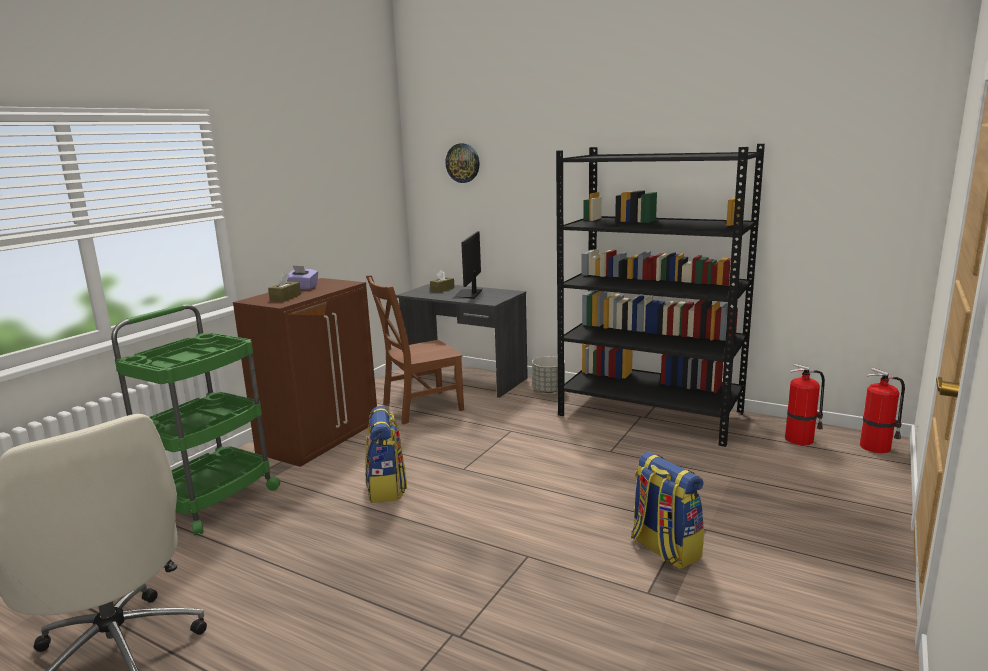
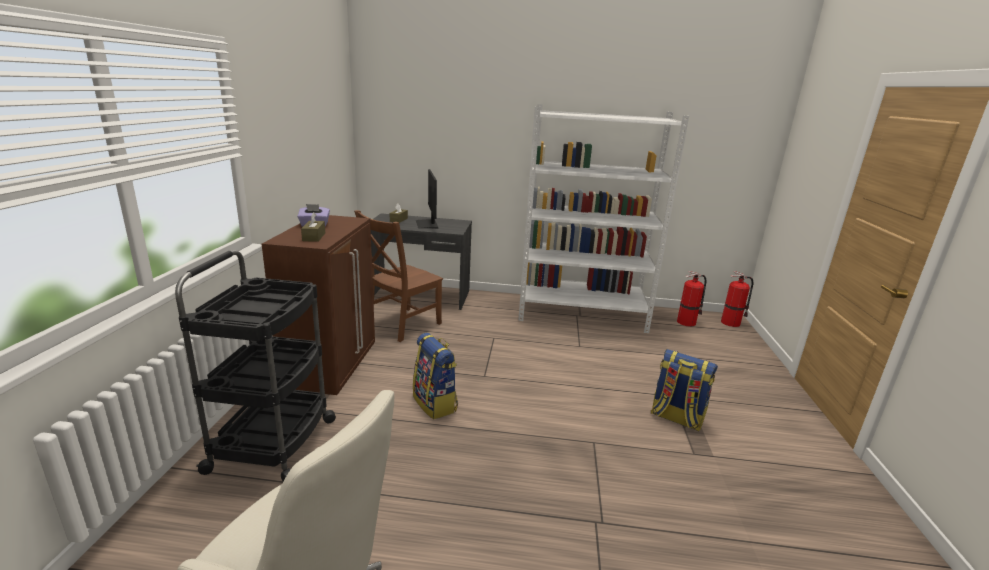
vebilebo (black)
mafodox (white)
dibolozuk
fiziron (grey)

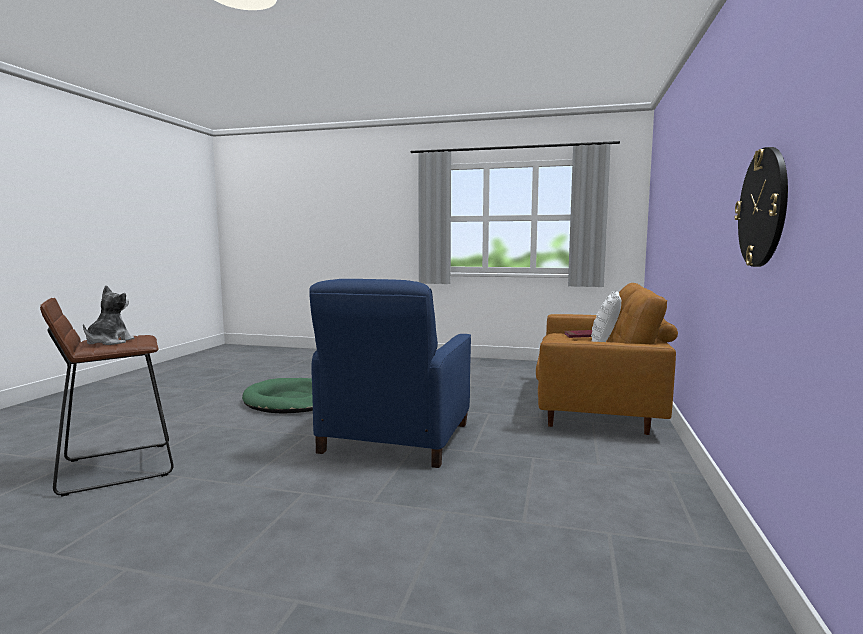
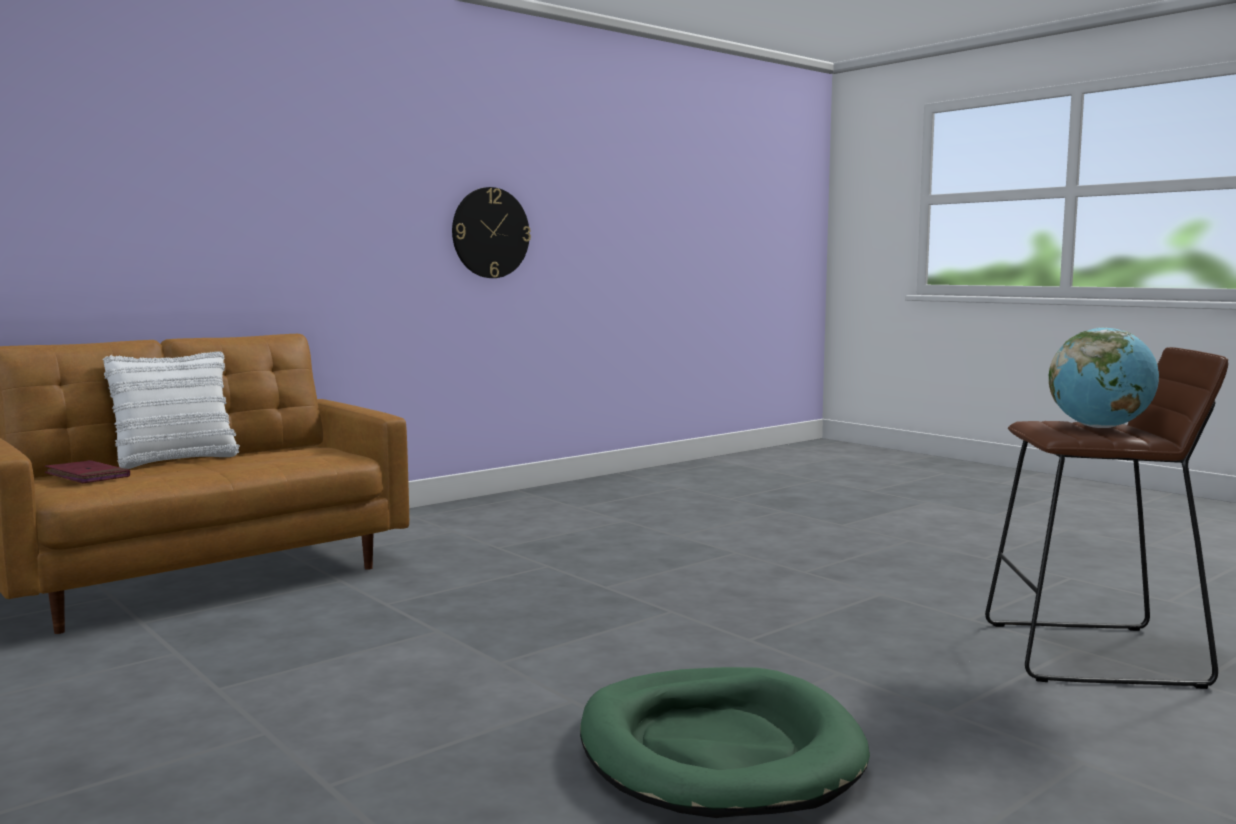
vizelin
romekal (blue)

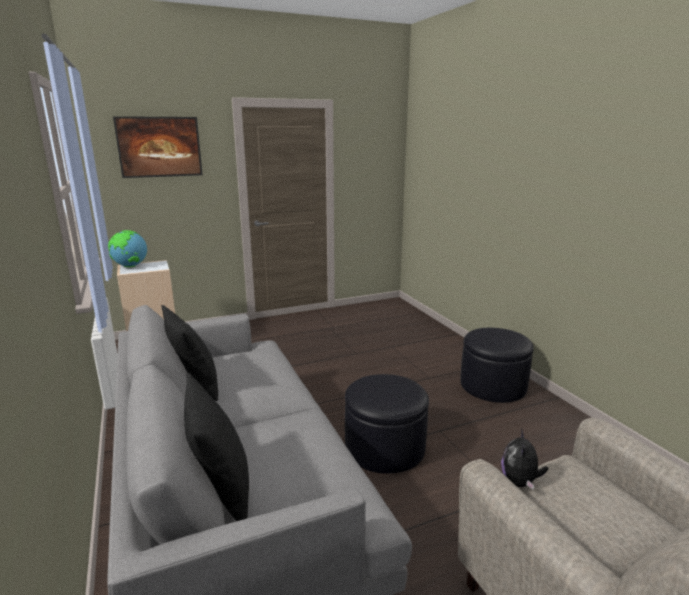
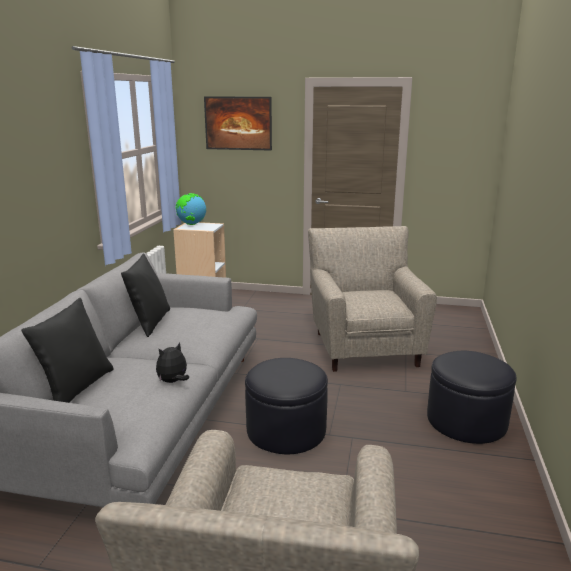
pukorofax
romekal (beige) (2nd from left)

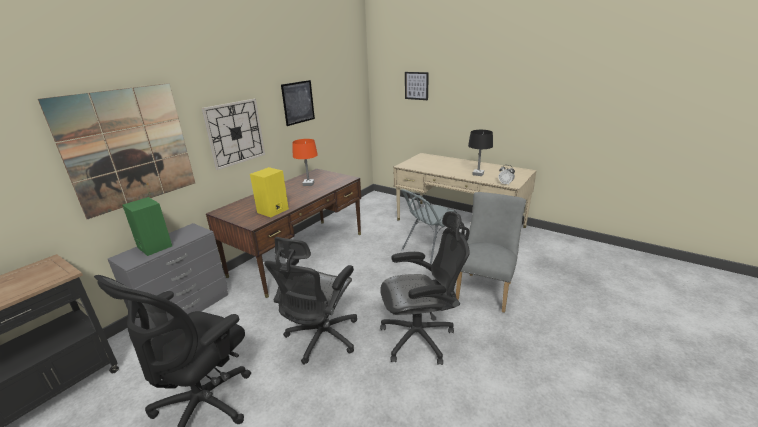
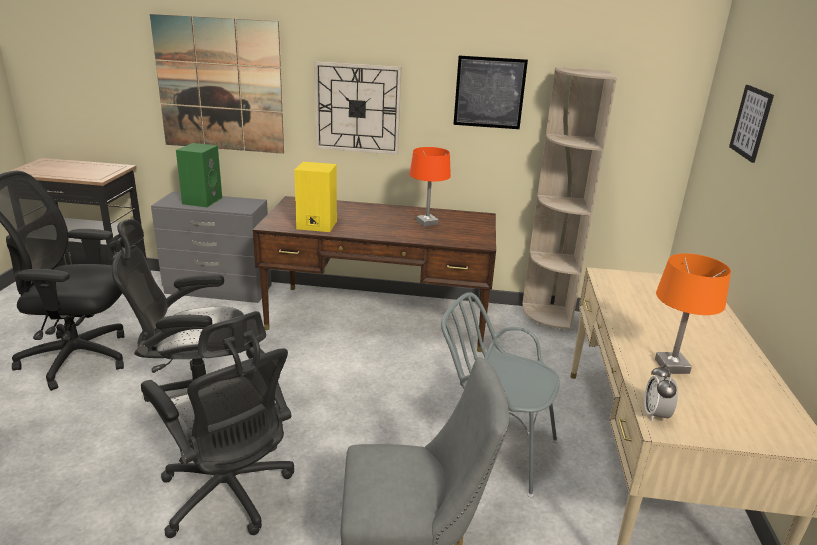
mafodox (beige)
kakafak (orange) (2nd from left)

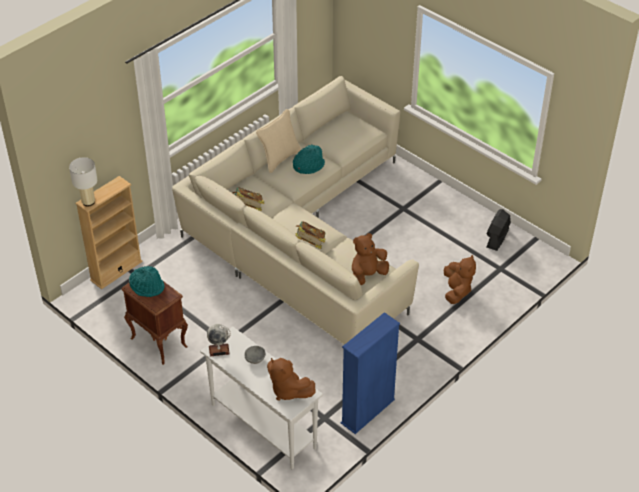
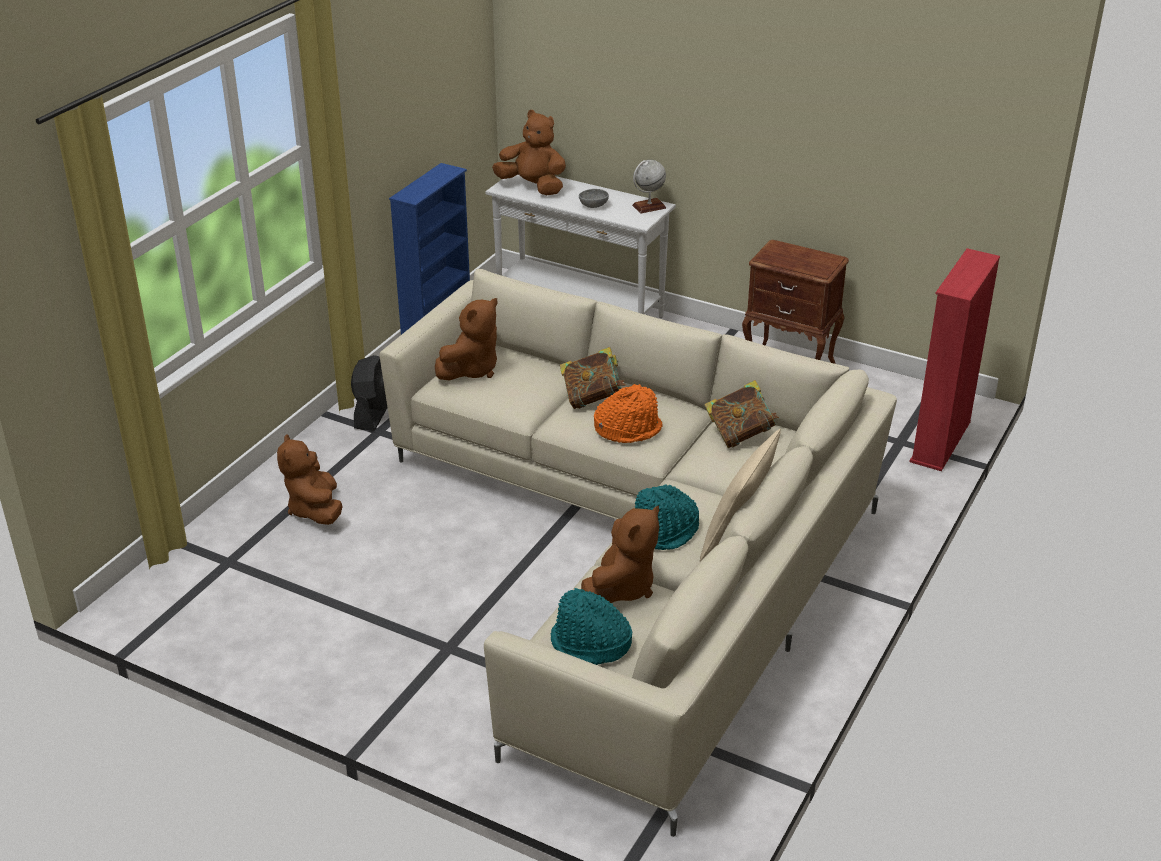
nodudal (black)
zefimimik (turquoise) (1st from left)
pukorofax (brown) (4th from left)
zefimimik (orange)
mafodox (red)
kakafak (white)

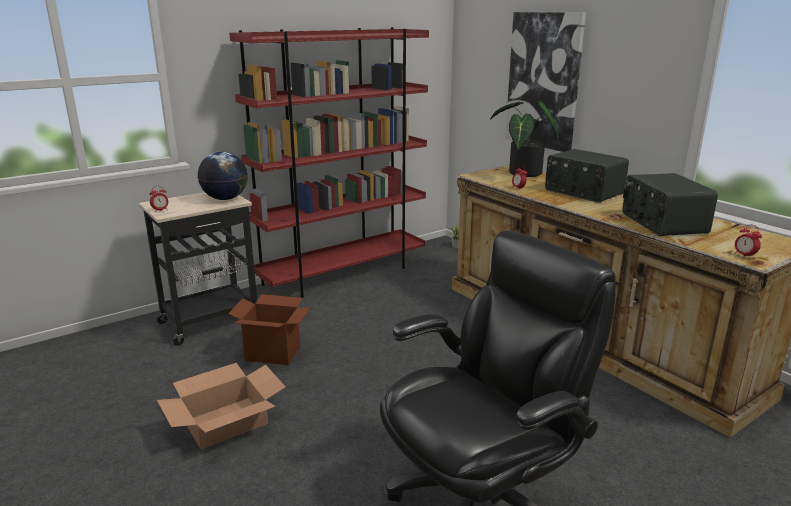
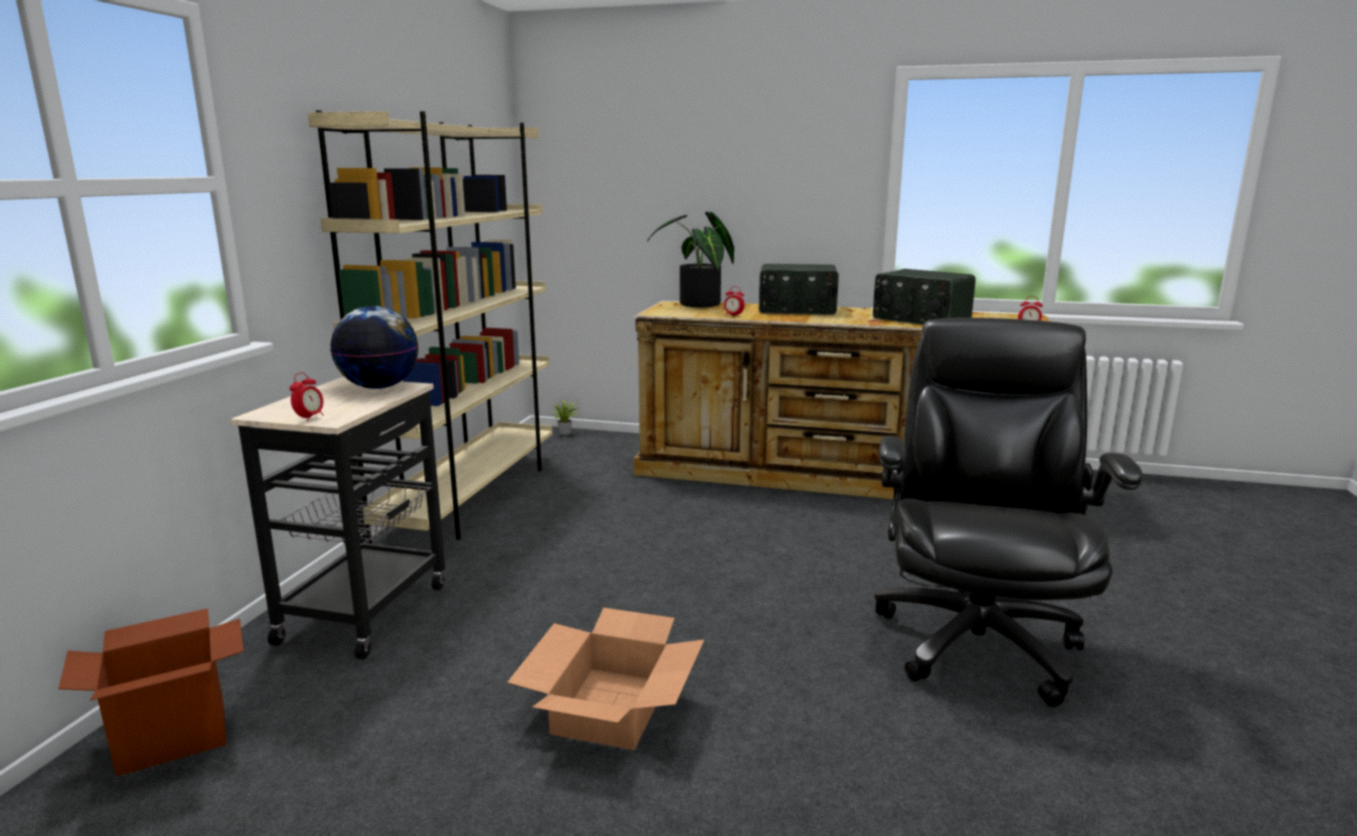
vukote (1st from left)
mafodox (beige)
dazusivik

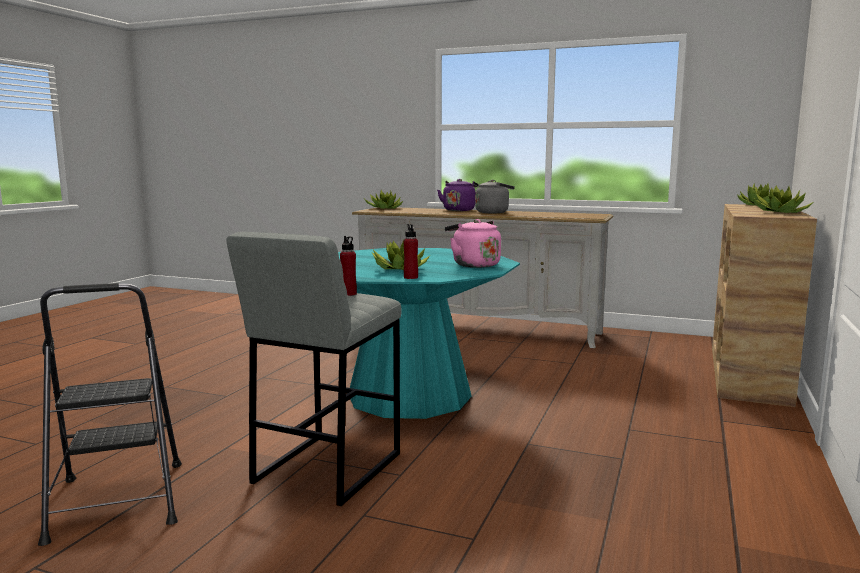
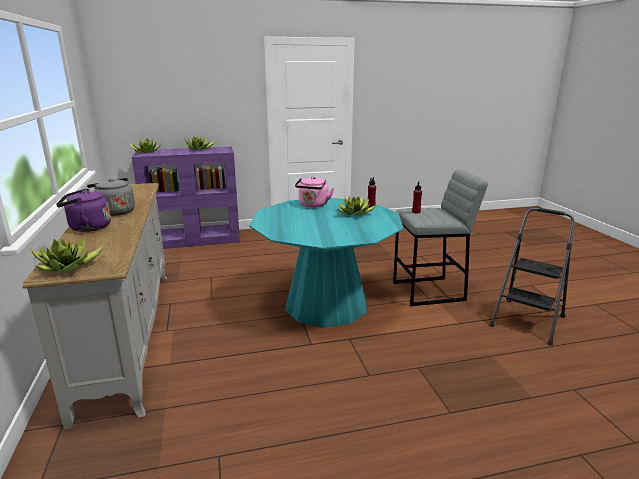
mafodox (purple)

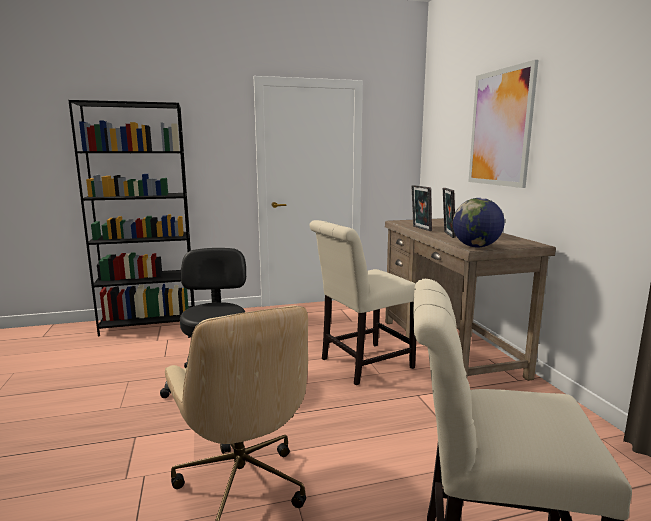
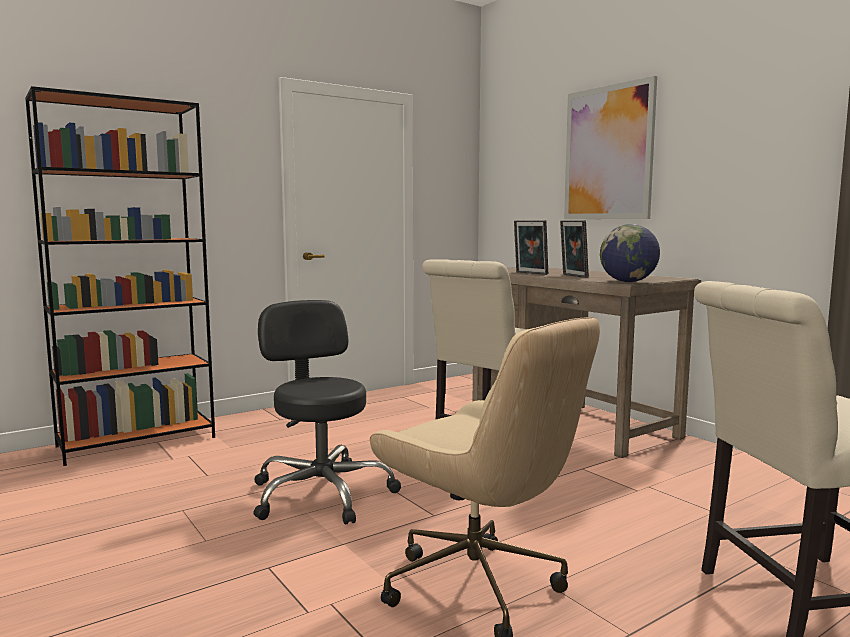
mafodox (orange)

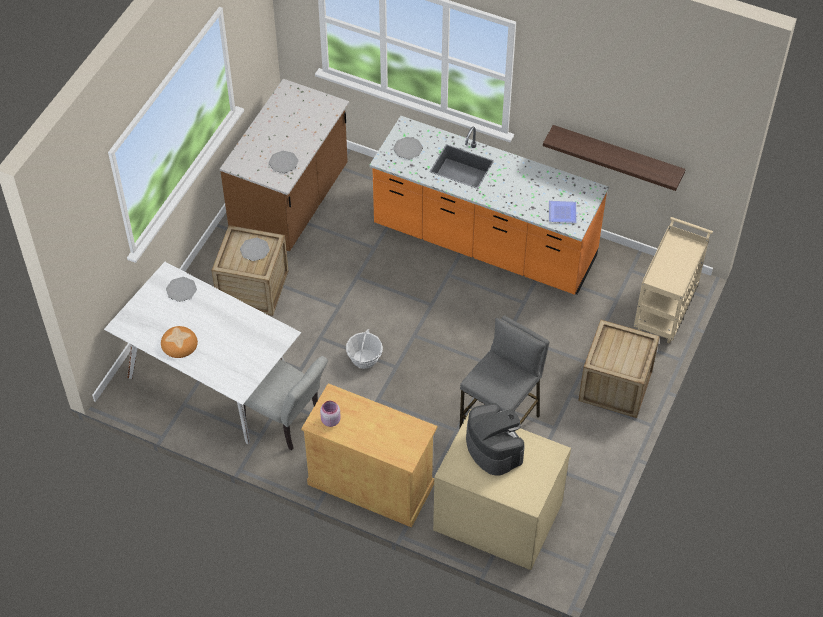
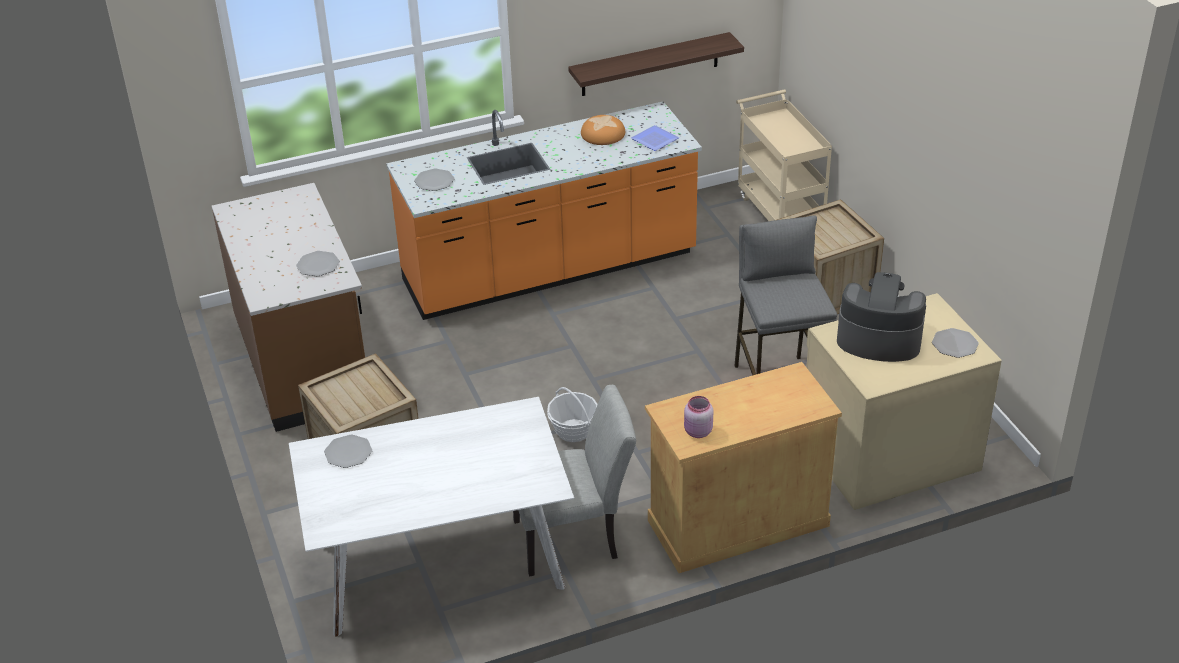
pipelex
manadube (5th from left)

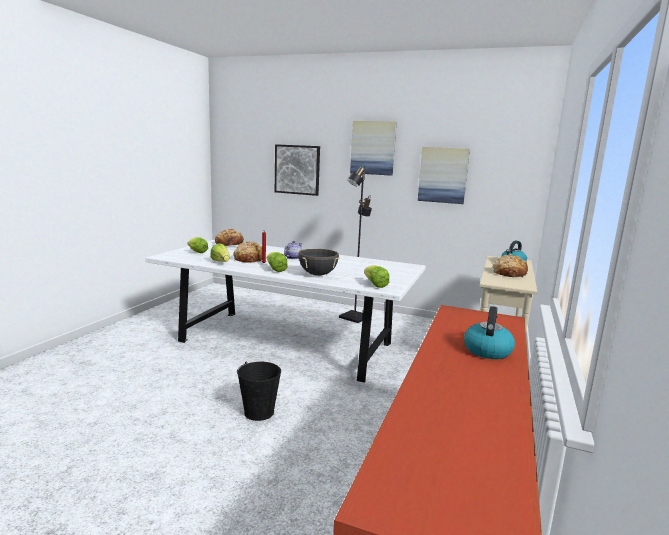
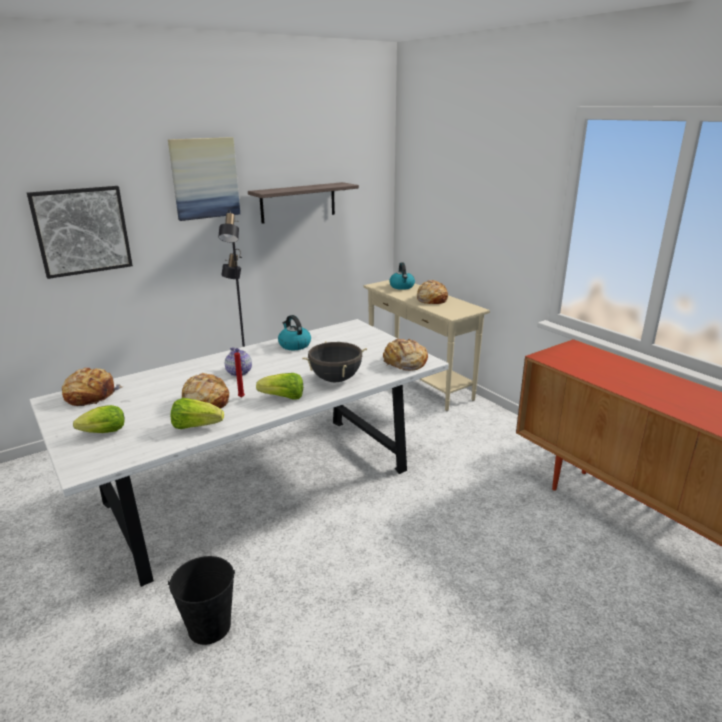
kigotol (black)
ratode
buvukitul (1st from left)
pipelex (3rd from left)

